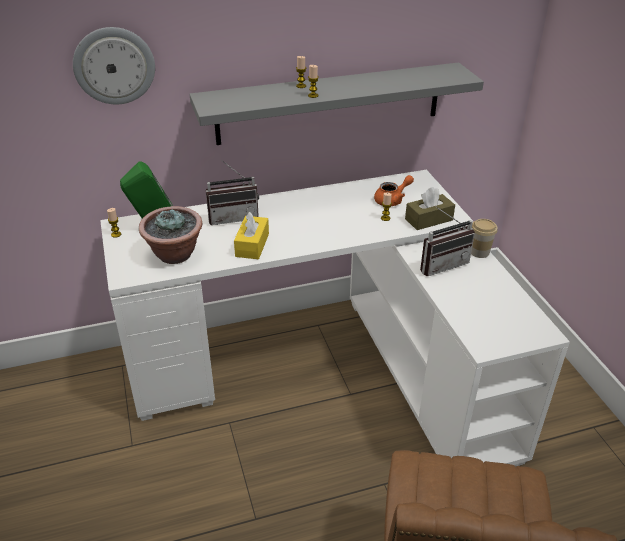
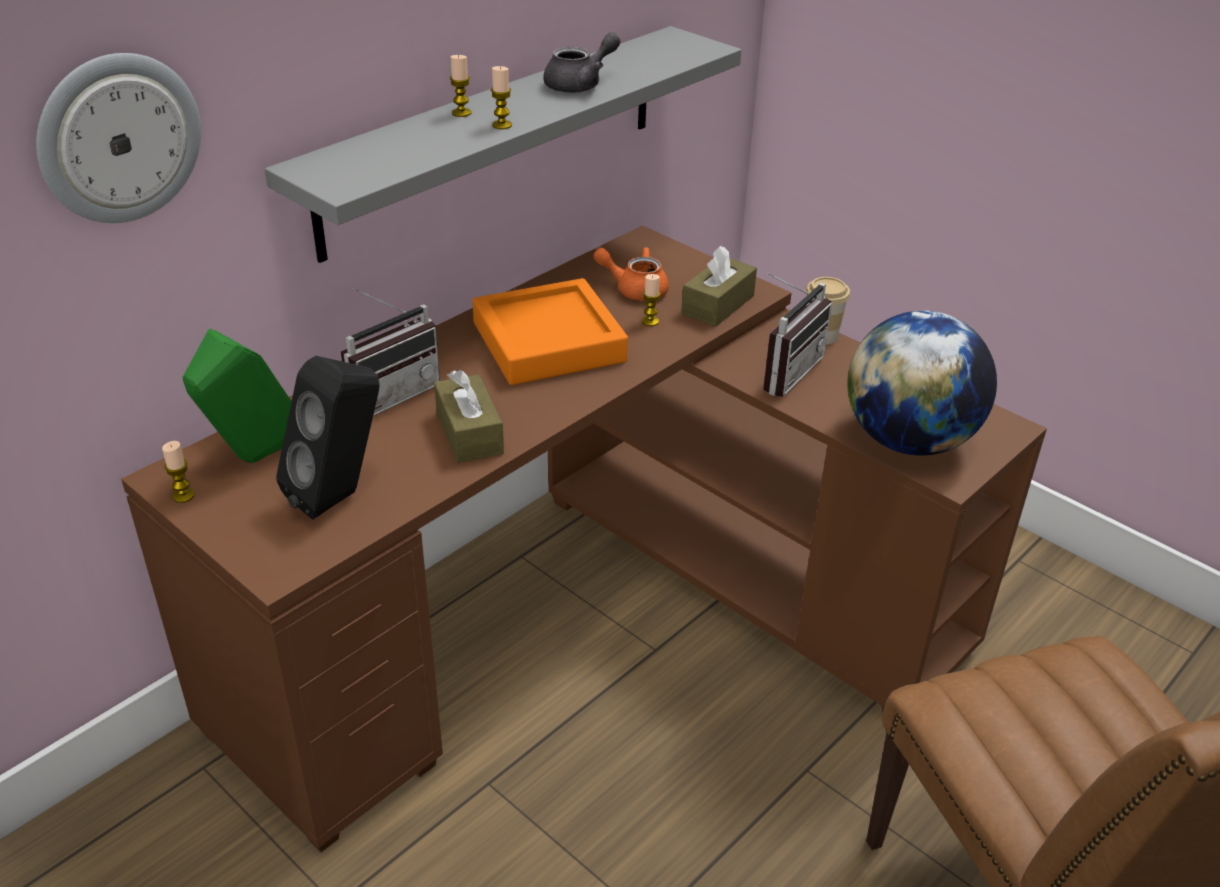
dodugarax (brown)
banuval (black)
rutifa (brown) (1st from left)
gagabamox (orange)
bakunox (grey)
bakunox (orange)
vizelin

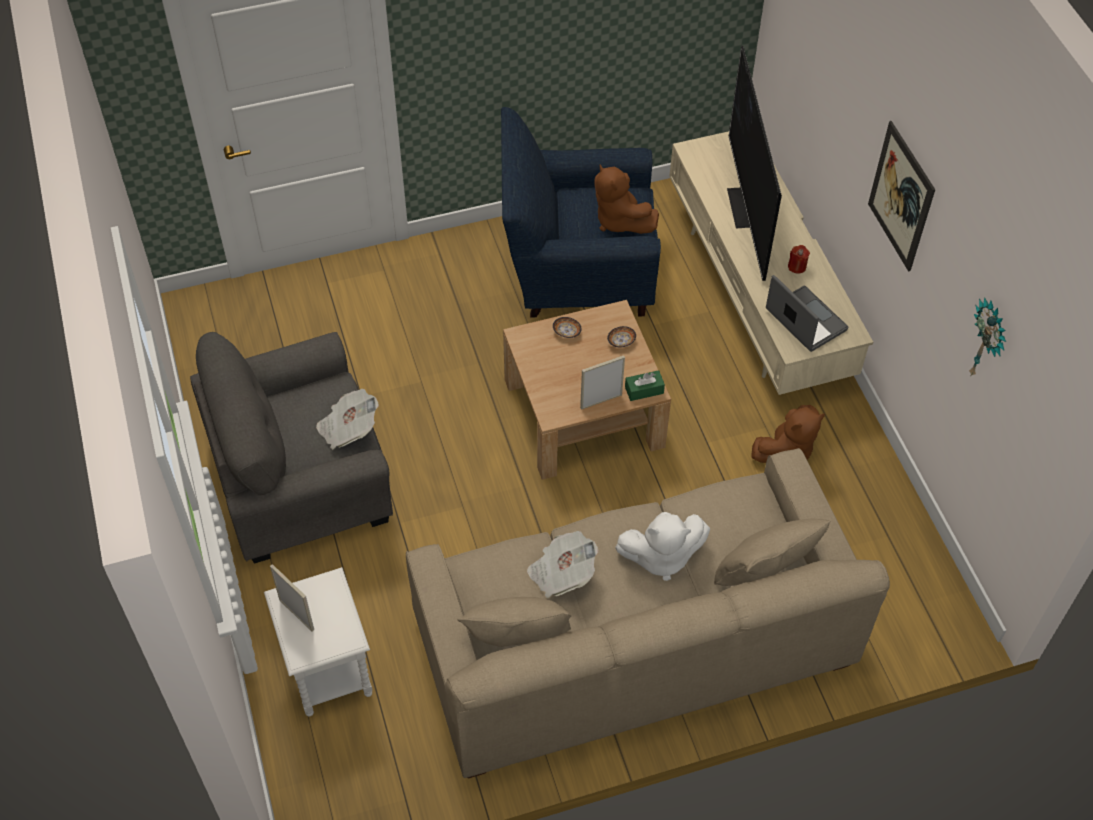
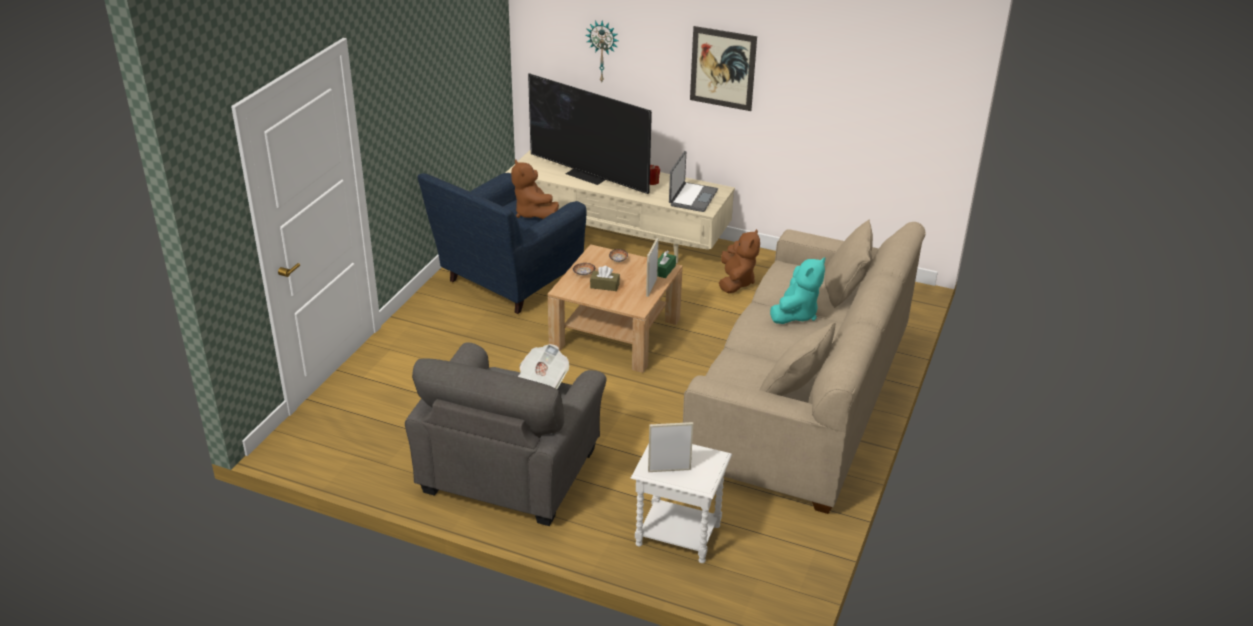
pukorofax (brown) (1st from left)
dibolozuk
rutifa (brown)
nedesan
pukorofax (turquoise)
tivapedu (2nd from left in the first image)

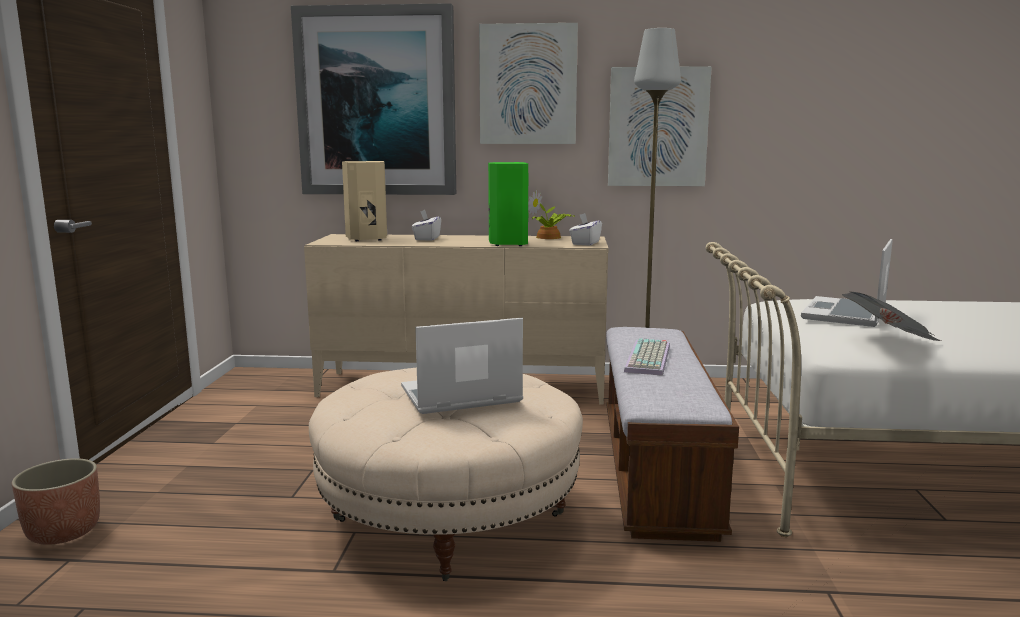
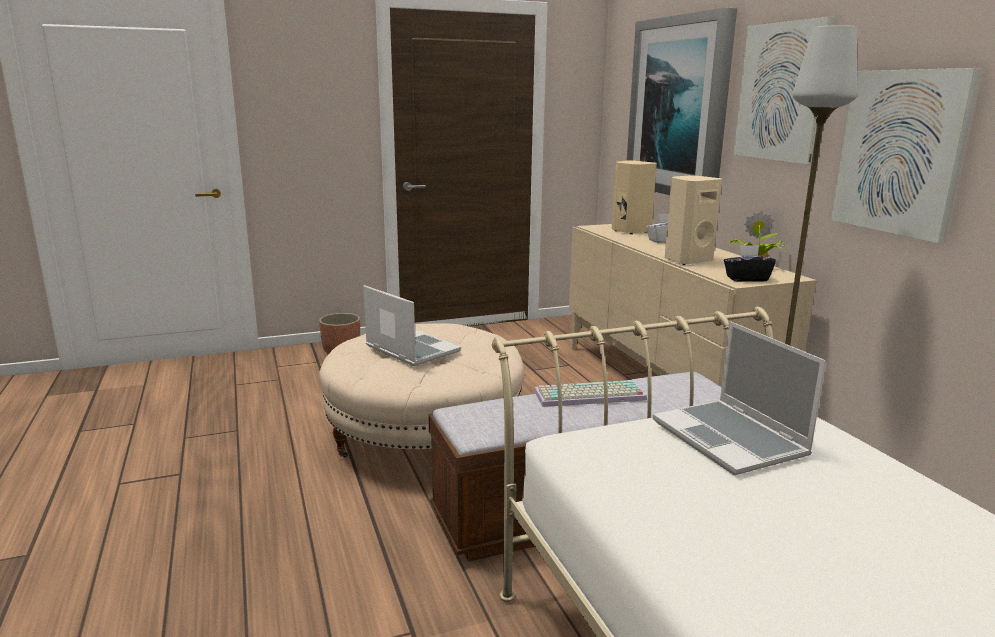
nedesan (2nd from left)
banuval (beige) (2nd from left)
rutifa (black)
tivapedu

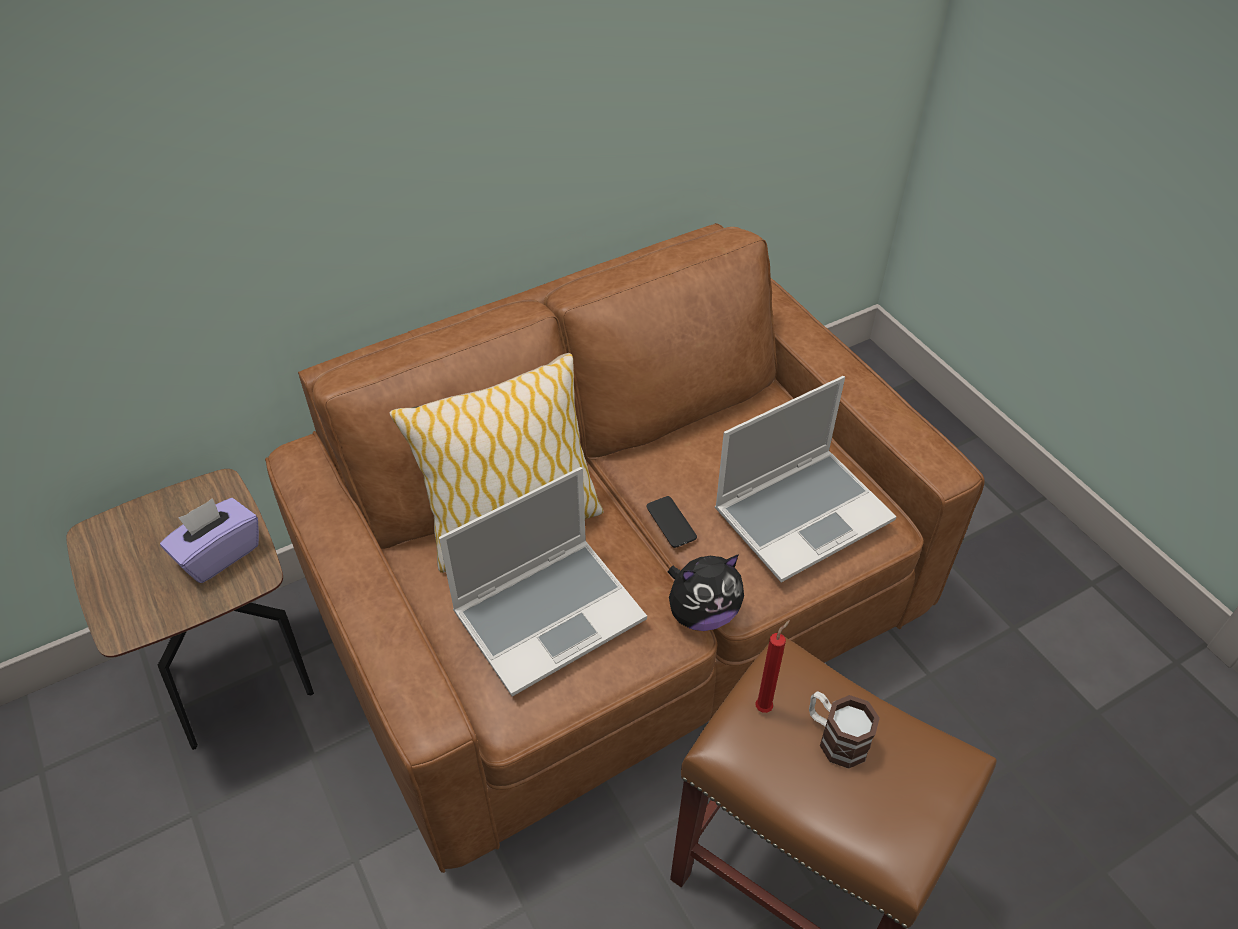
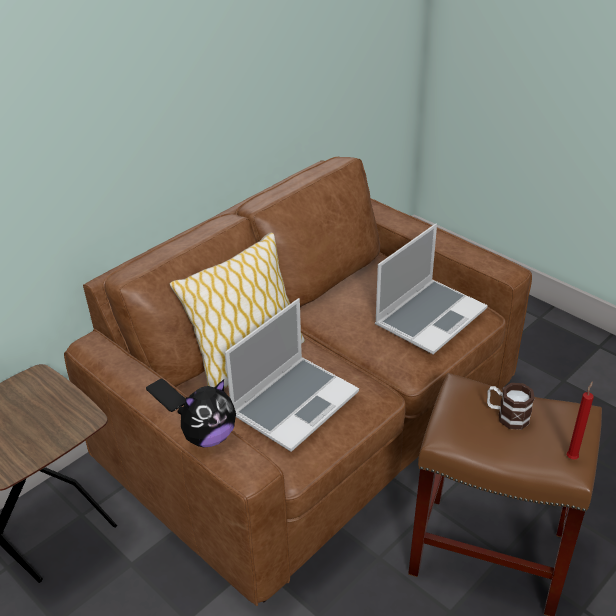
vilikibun
pukorofax
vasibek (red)
rutifa (purple)

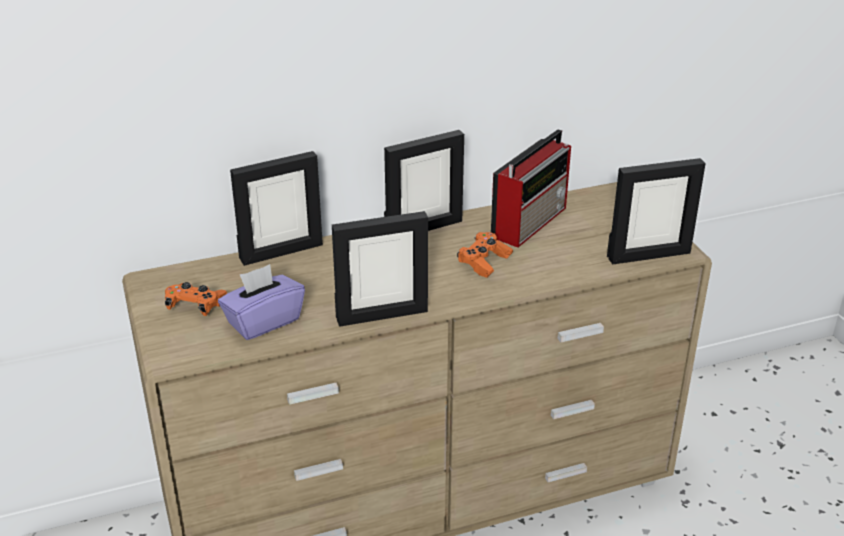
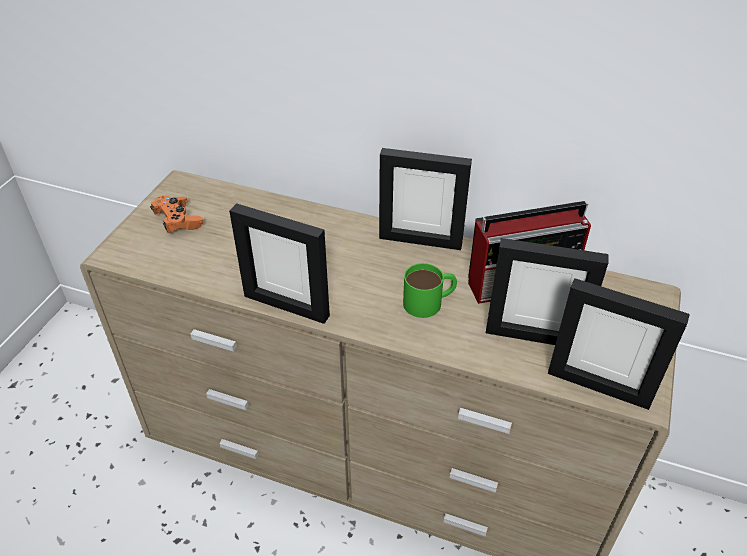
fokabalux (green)
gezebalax (3rd from left)
rutifa (purple)

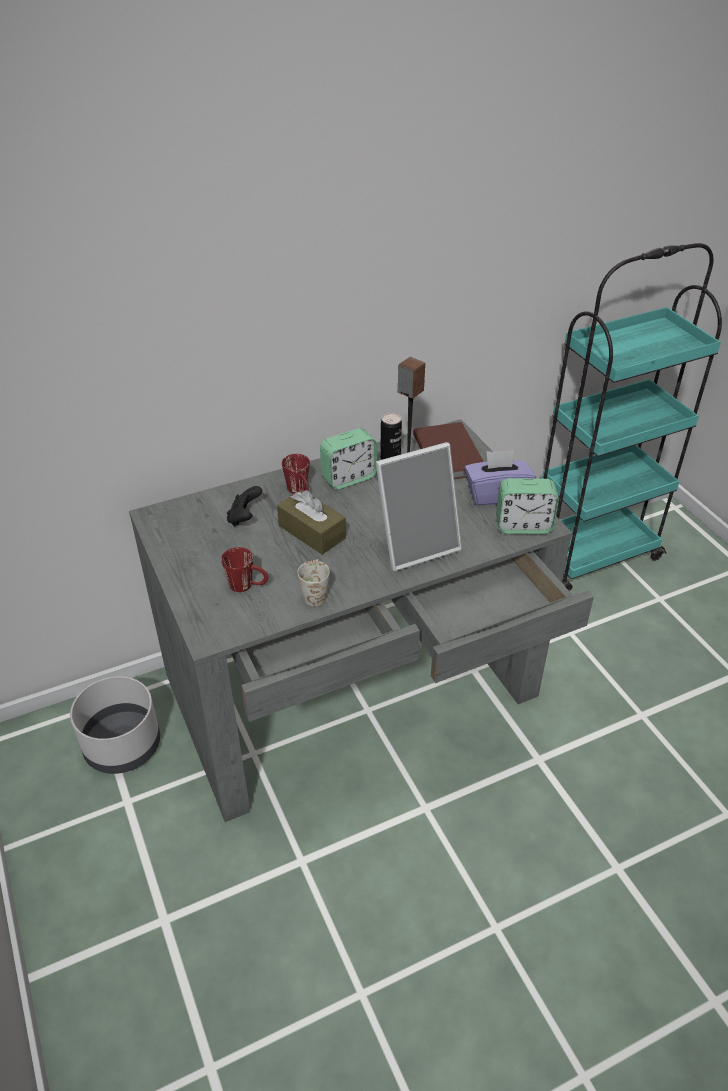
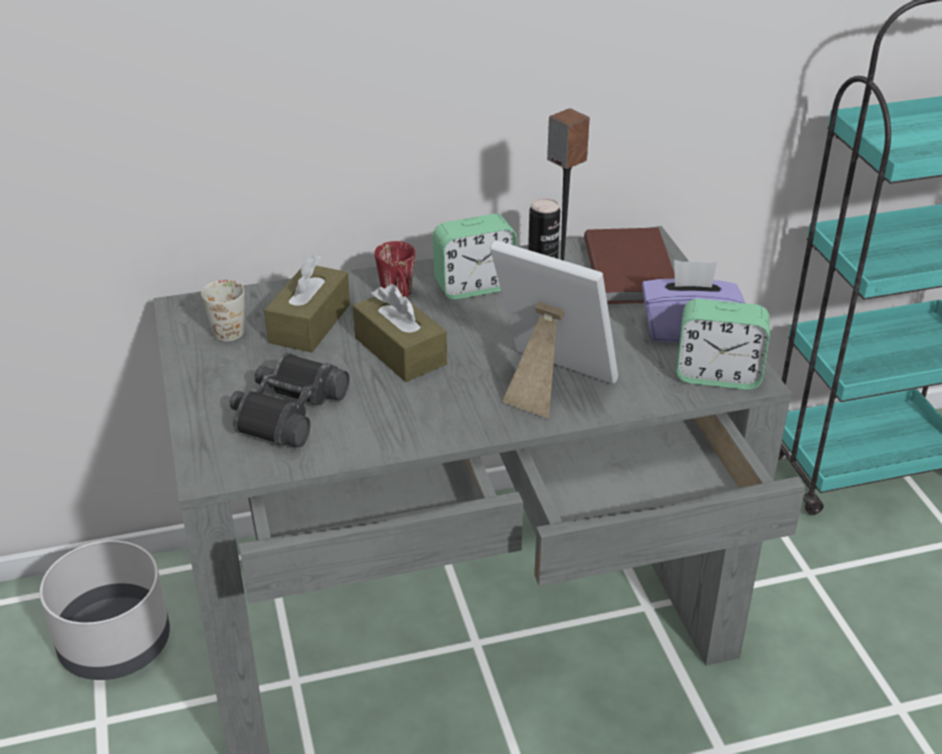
fokabalux (white)
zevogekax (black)
rutifa (brown) (1st from left)
gezebalax

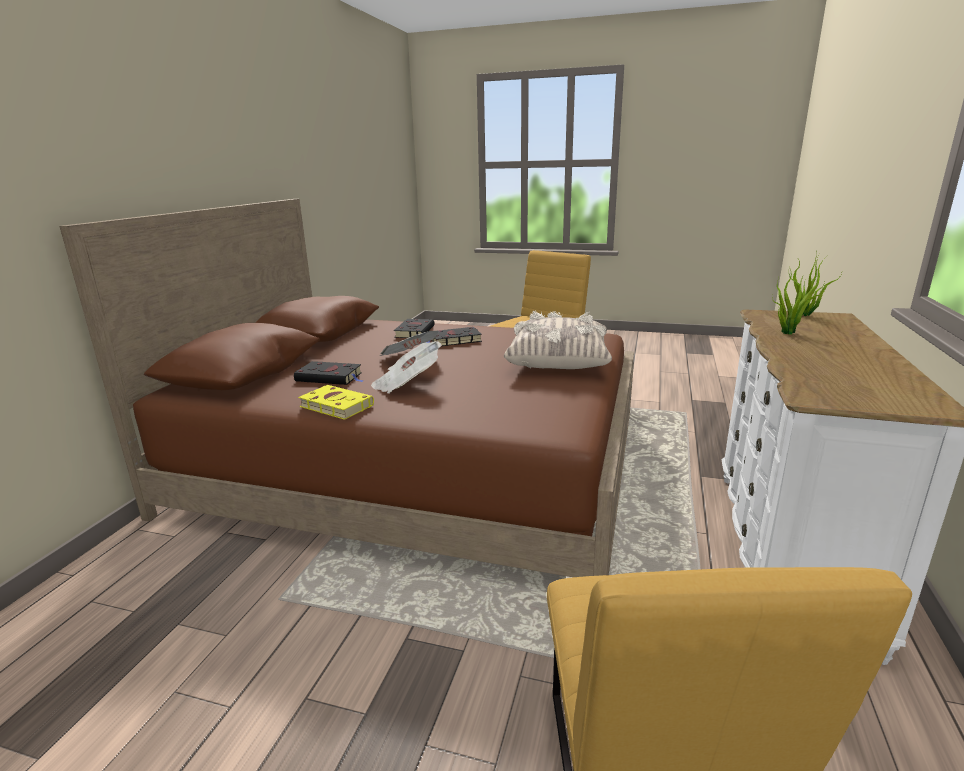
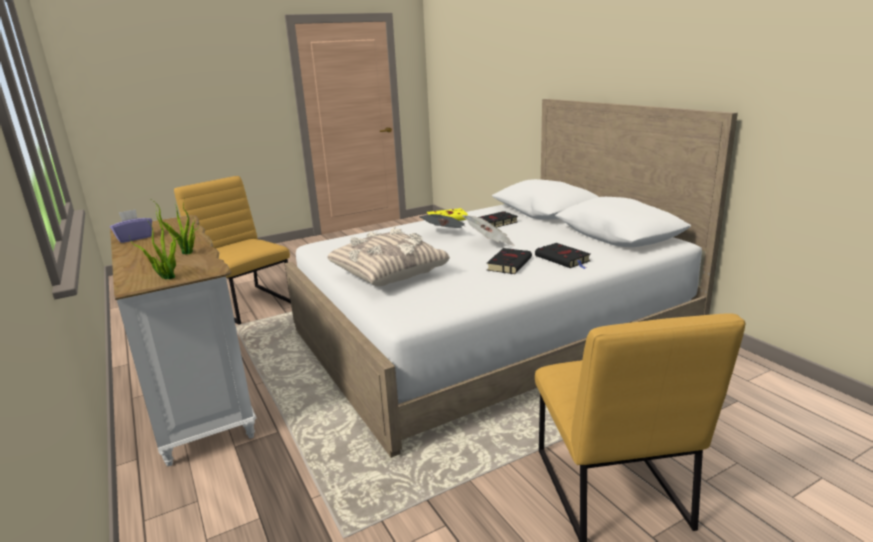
rutifa (purple)
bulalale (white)

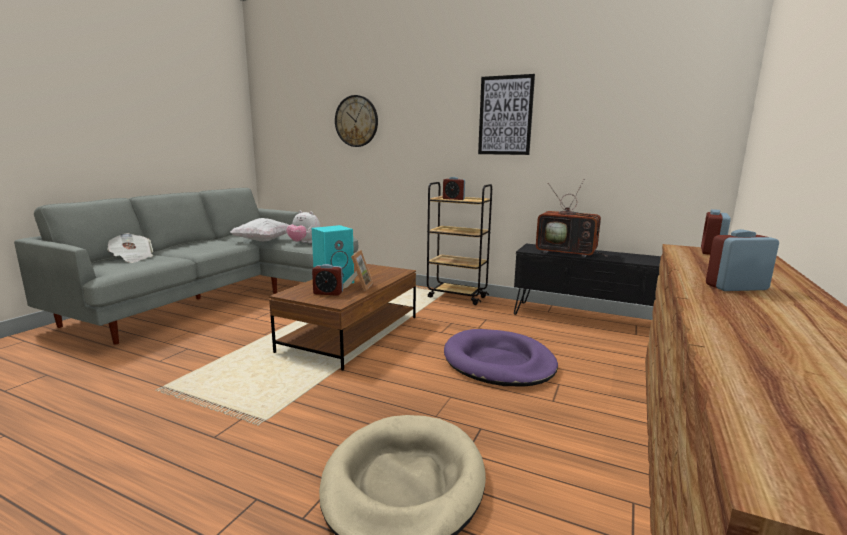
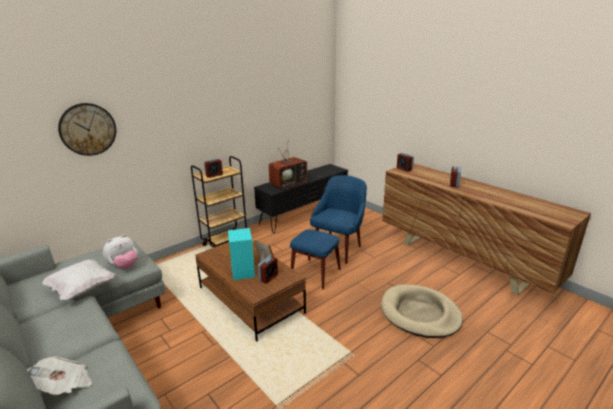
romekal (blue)
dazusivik

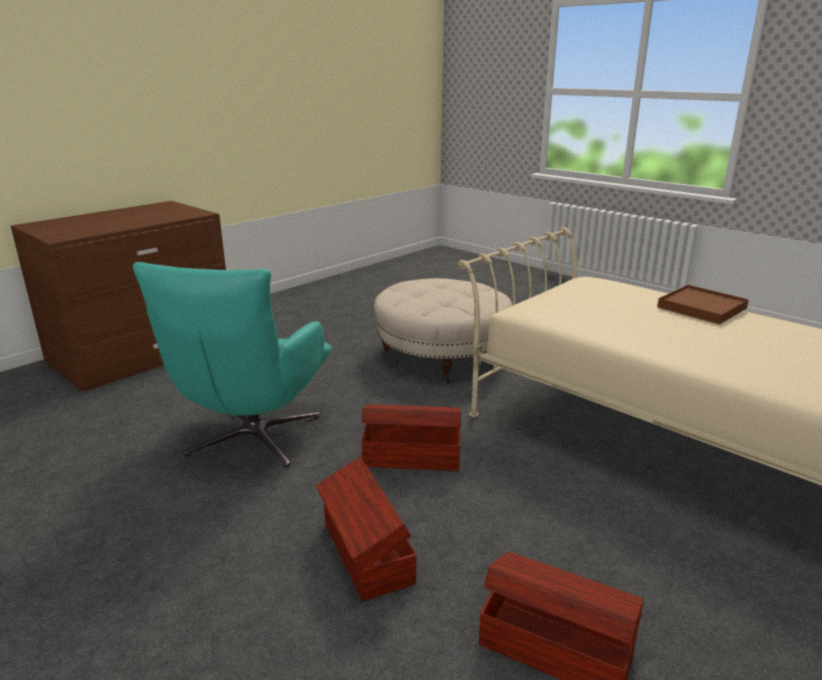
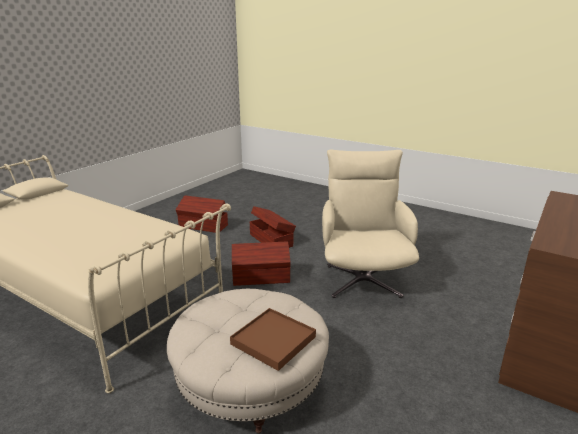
gagabamox (brown)
romekal (beige)

